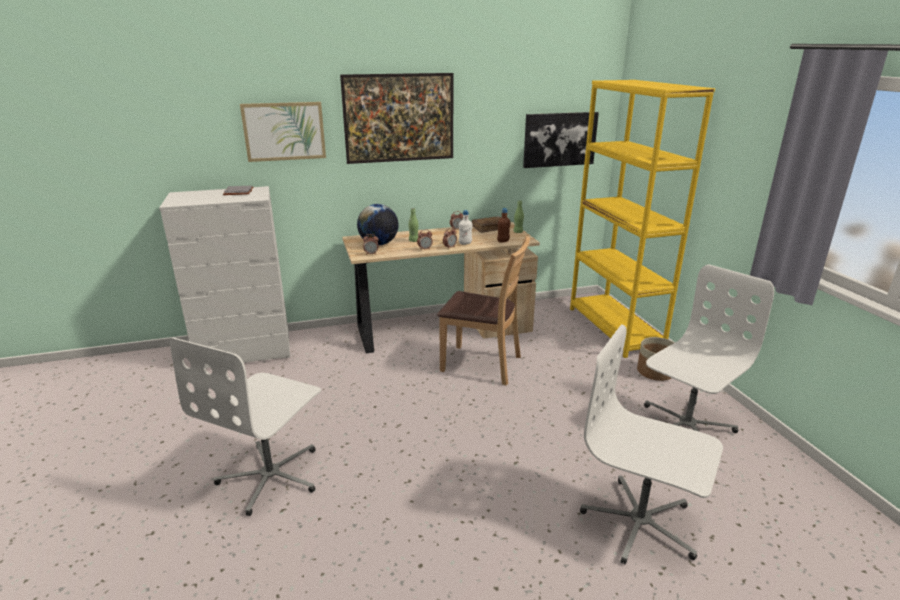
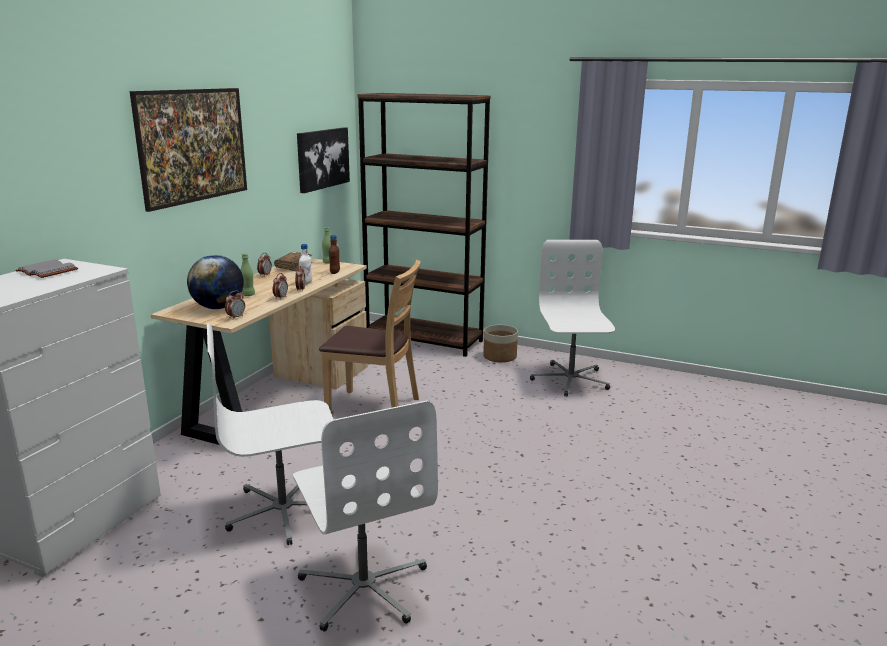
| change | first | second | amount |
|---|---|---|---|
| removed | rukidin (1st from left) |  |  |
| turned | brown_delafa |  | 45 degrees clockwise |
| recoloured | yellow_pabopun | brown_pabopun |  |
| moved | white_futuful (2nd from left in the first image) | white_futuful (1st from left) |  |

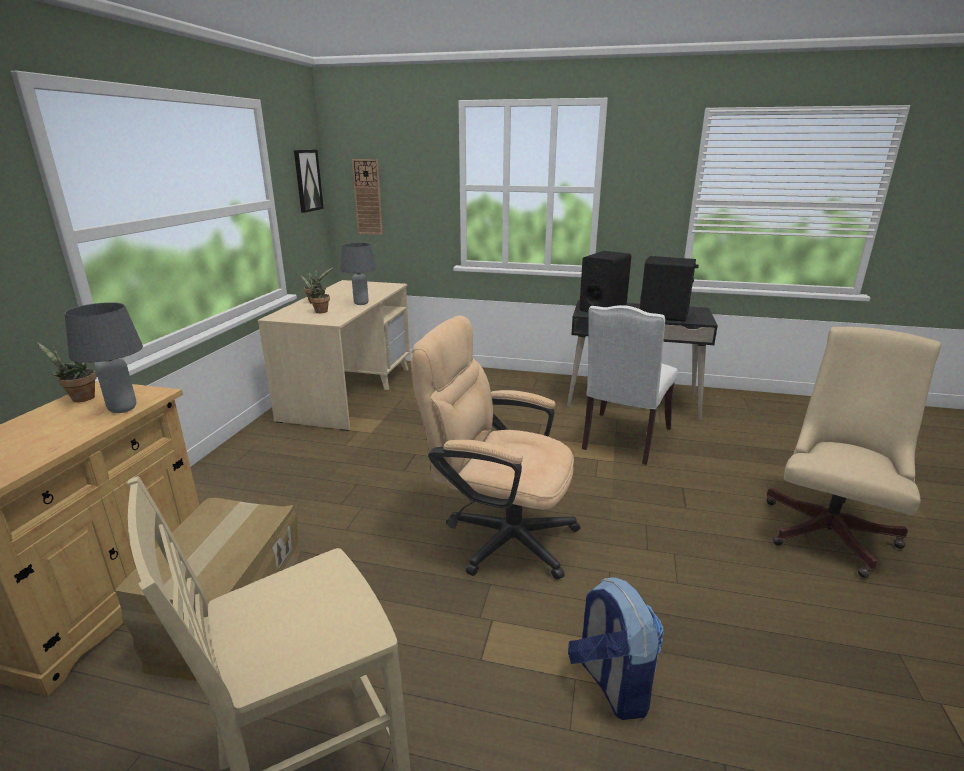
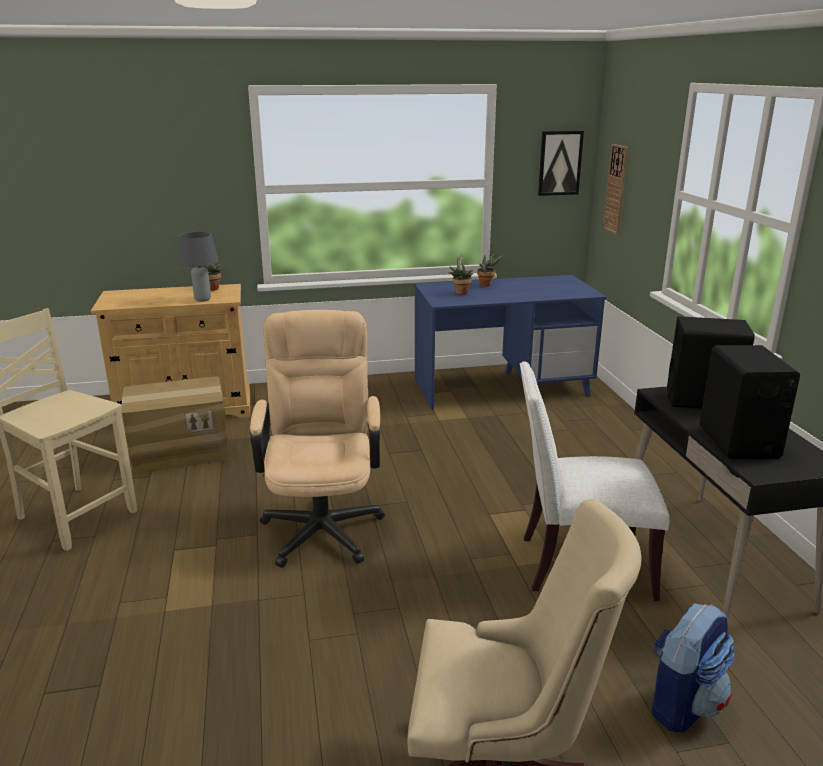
| change | first | second | amount |
|---|---|---|---|
| recoloured | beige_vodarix | blue_vodarix |  |
| removed | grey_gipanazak (2nd from left) |  |  |
| moved | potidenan |  |  |

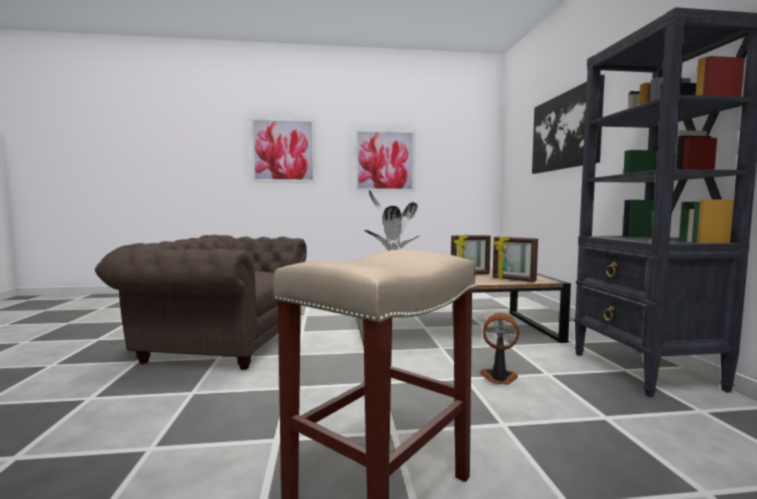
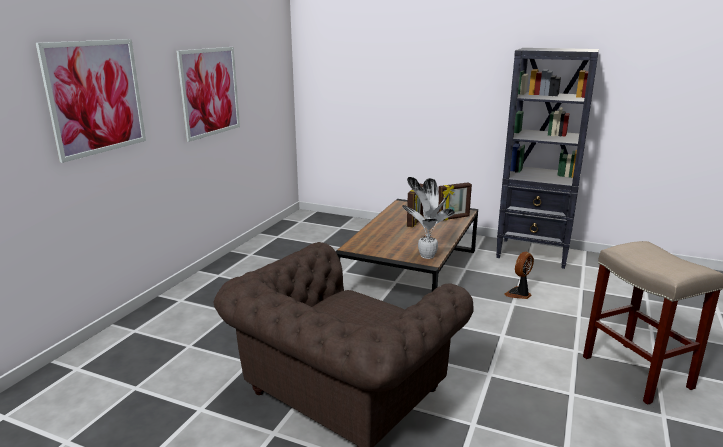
| change | first | second | amount |
|---|---|---|---|
| removed | rukidin (3rd from left) |  |  |

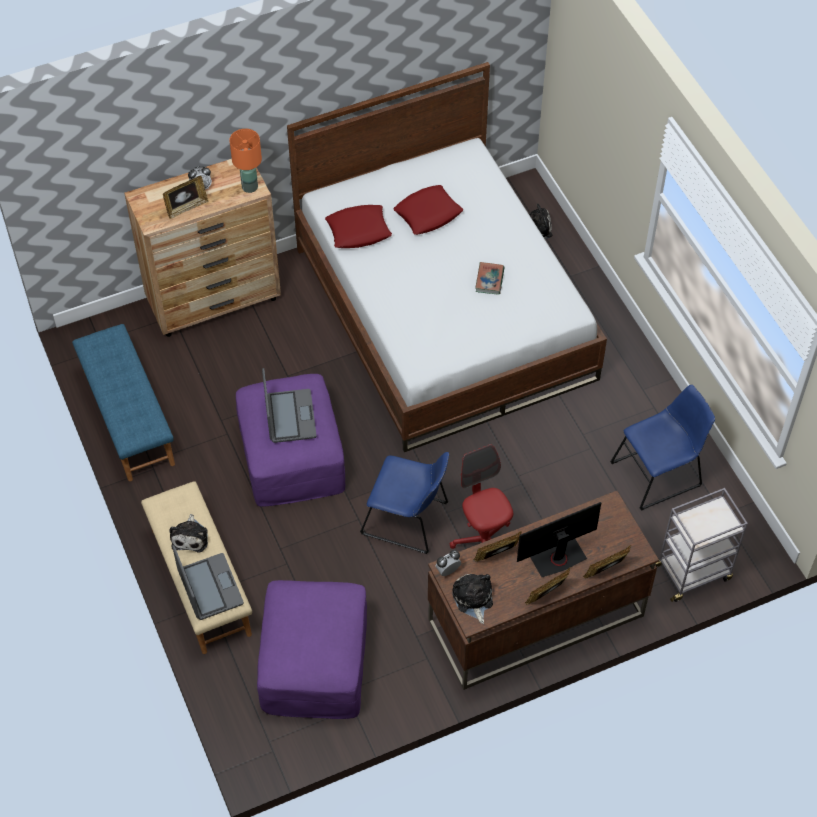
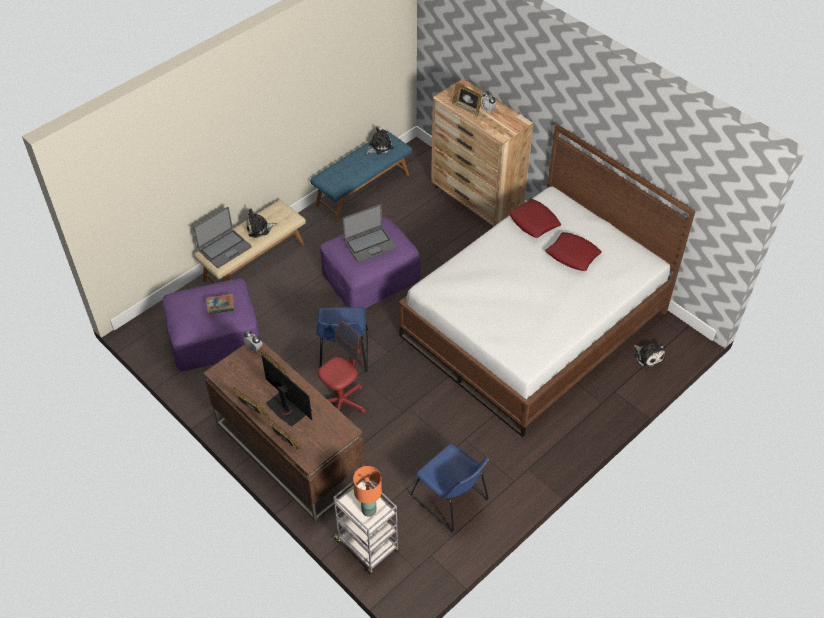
| change | first | second | amount |
|---|---|---|---|
| moved | orange_gipanazak |  |  |
| moved | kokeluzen (2nd from left) |  |  |
| moved | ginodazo |  |  |

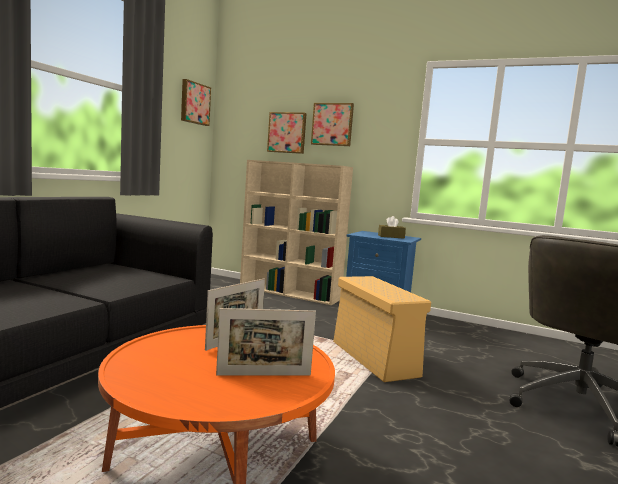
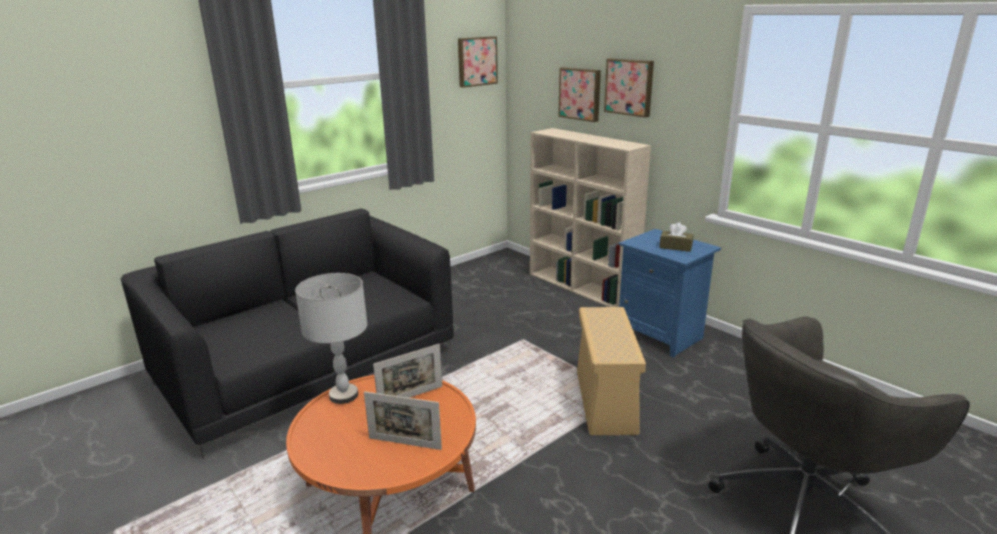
| change | first | second | amount |
|---|---|---|---|
| added |  | grey_gipanazak |  |

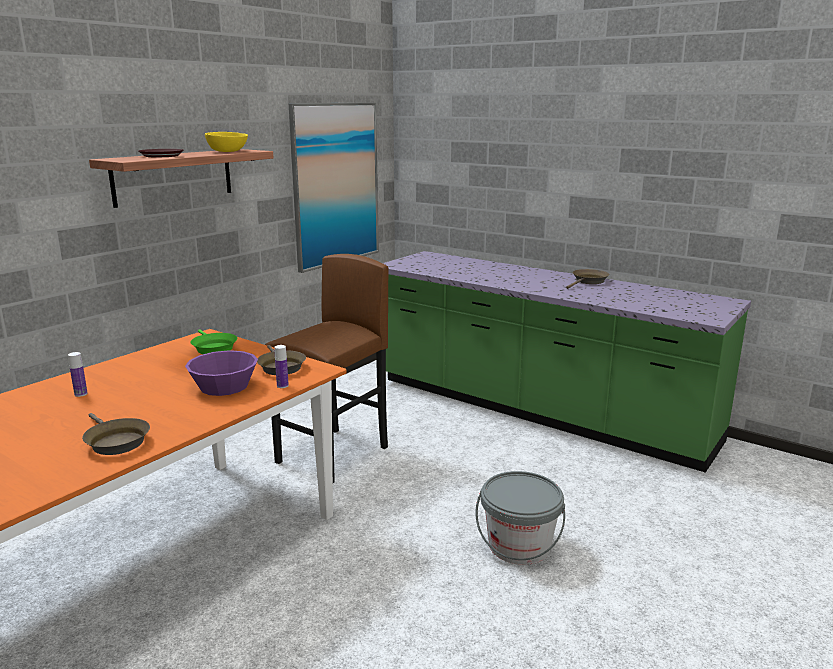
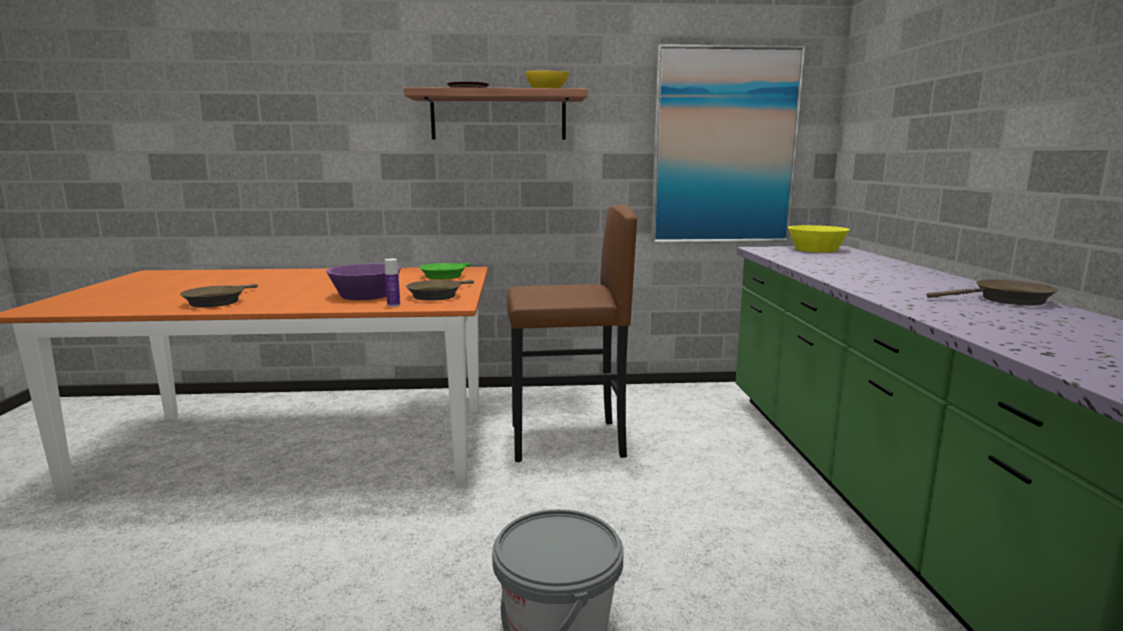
| change | first | second | amount |
|---|---|---|---|
| removed | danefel (1st from left) |  |  |
| added |  | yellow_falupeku (2nd from left) |  |

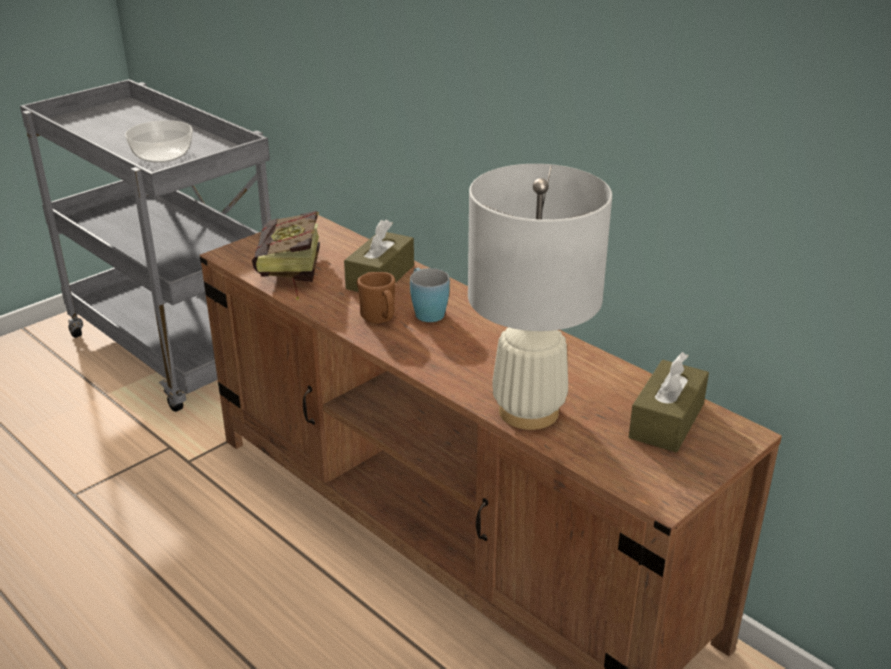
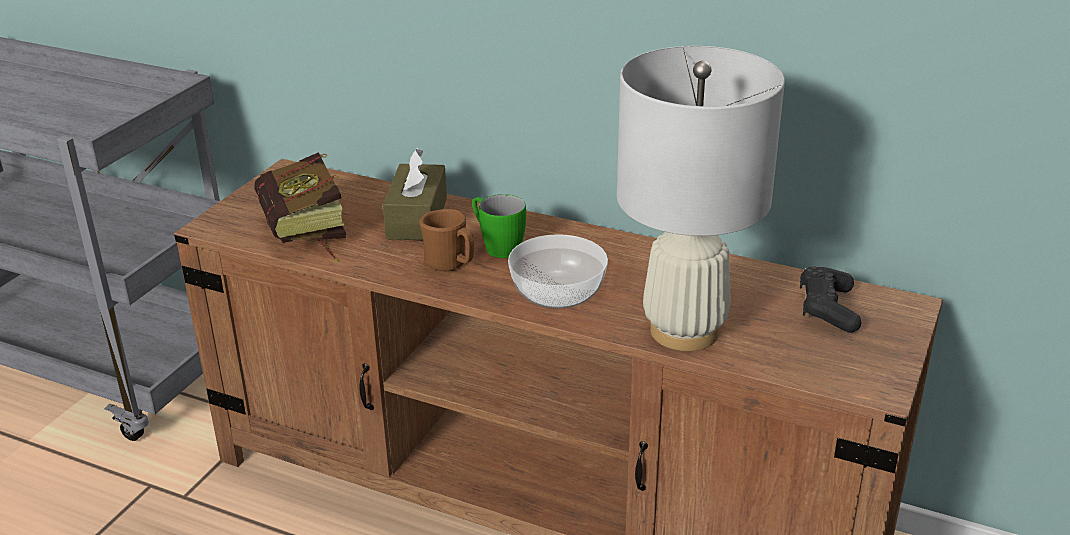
| change | first | second | amount |
|---|---|---|---|
| moved | falupeku |  |  |
| recoloured | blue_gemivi | green_gemivi |  |
| replaced | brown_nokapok (2nd from left) | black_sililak |  |

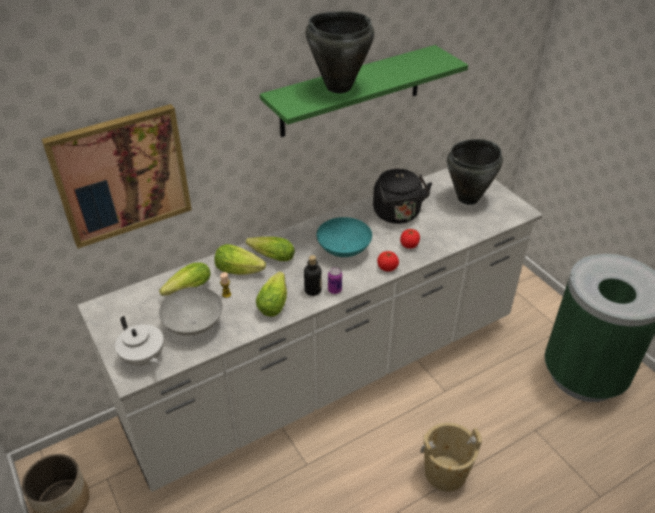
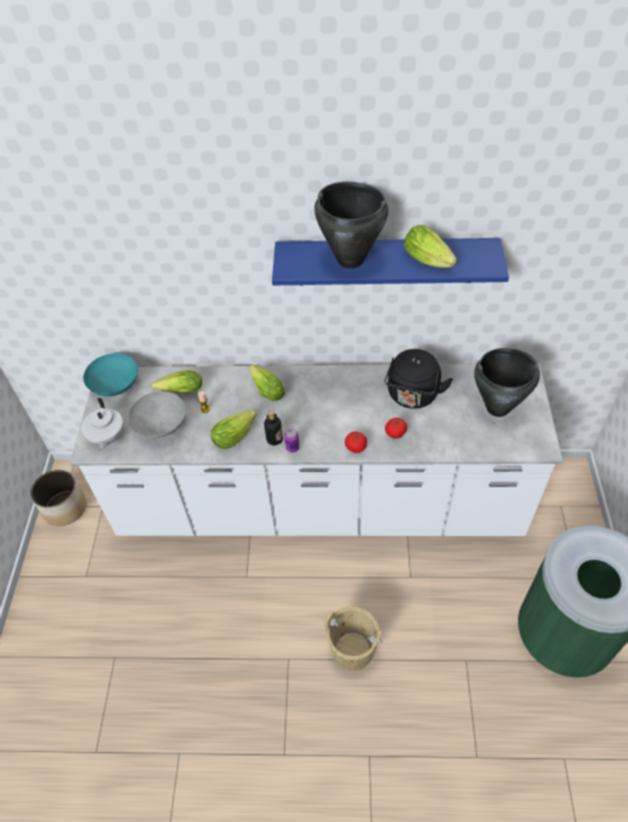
| change | first | second | amount |
|---|---|---|---|
| removed | rukidin |  |  |
| moved | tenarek (2nd from left in the first image) | tenarek (4th from left) |  |
| recoloured | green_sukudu | blue_sukudu |  |
| moved | turquoise_falupeku |  |  |

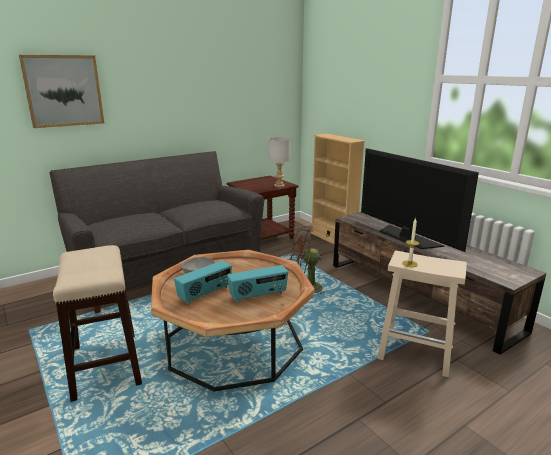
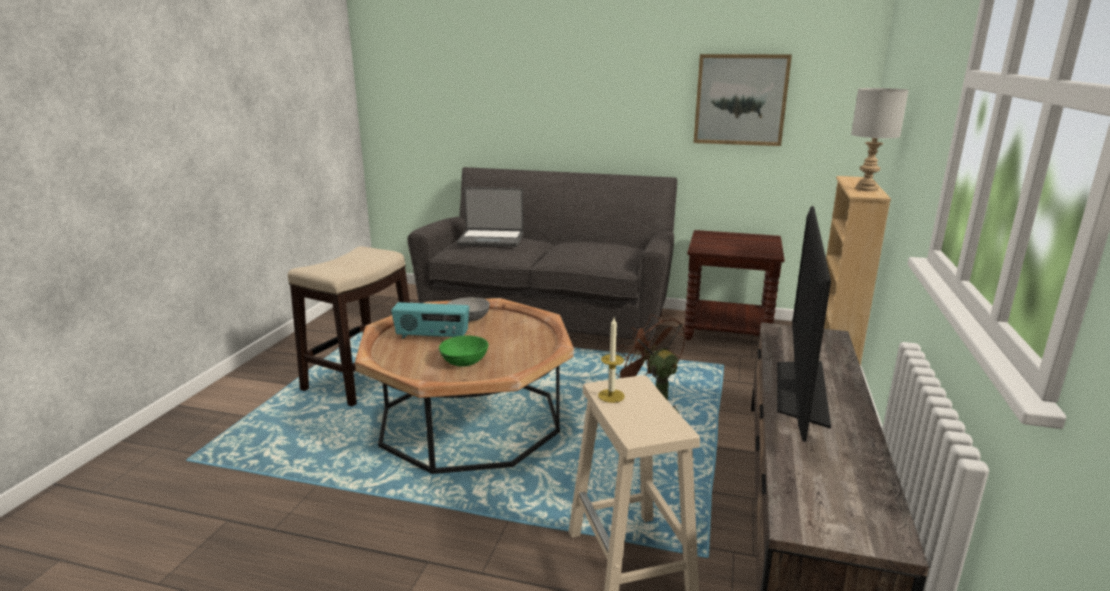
| change | first | second | amount |
|---|---|---|---|
| moved | rukidin |  |  |
| replaced | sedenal (2nd from left) | green_falupeku |  |
| moved | grey_gipanazak |  |  |
| added |  | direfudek |  |

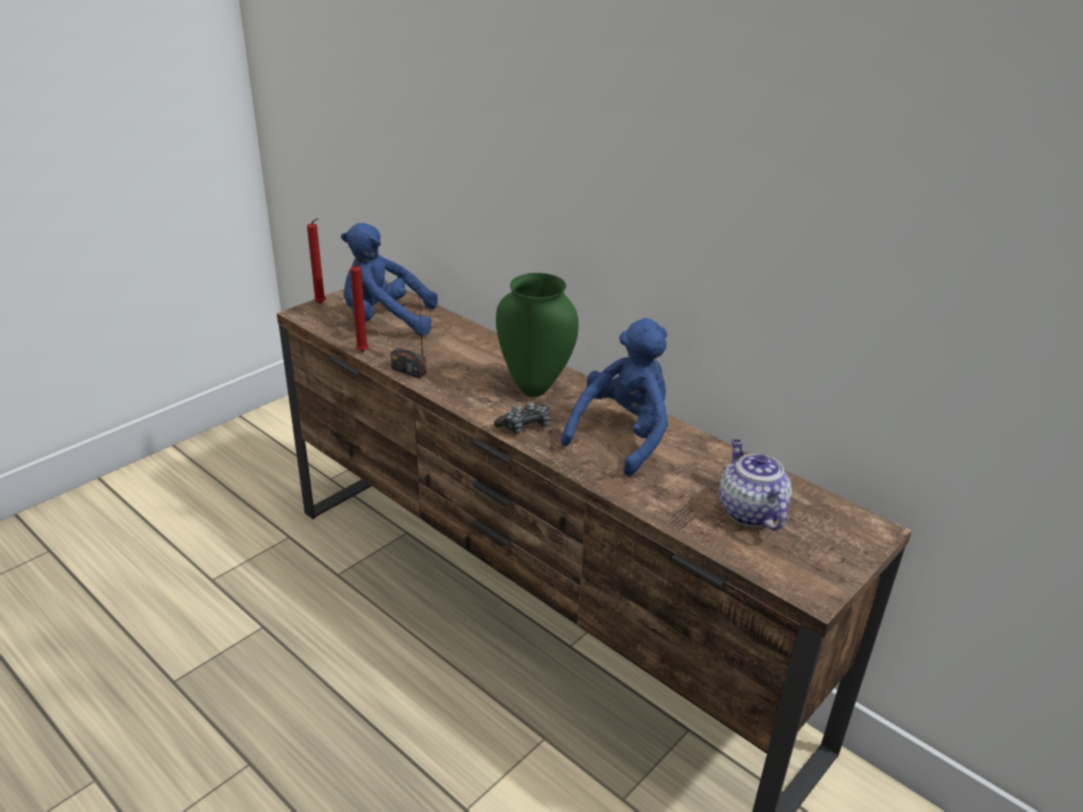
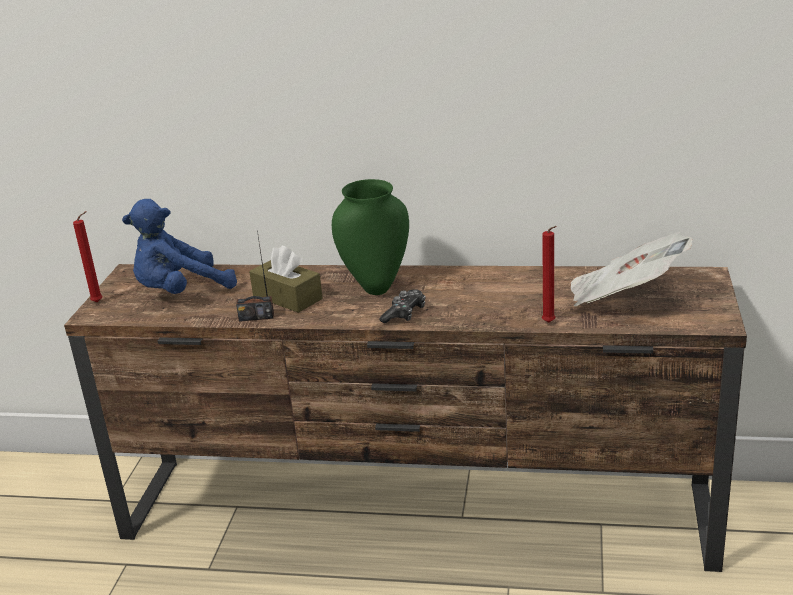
| change | first | second | amount |
|---|---|---|---|
| moved | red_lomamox (2nd from left) |  |  |
| removed | blue_kokeluzen (2nd from left) |  |  |
| replaced | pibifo | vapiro |  |
| added |  | brown_nokapok |  |

